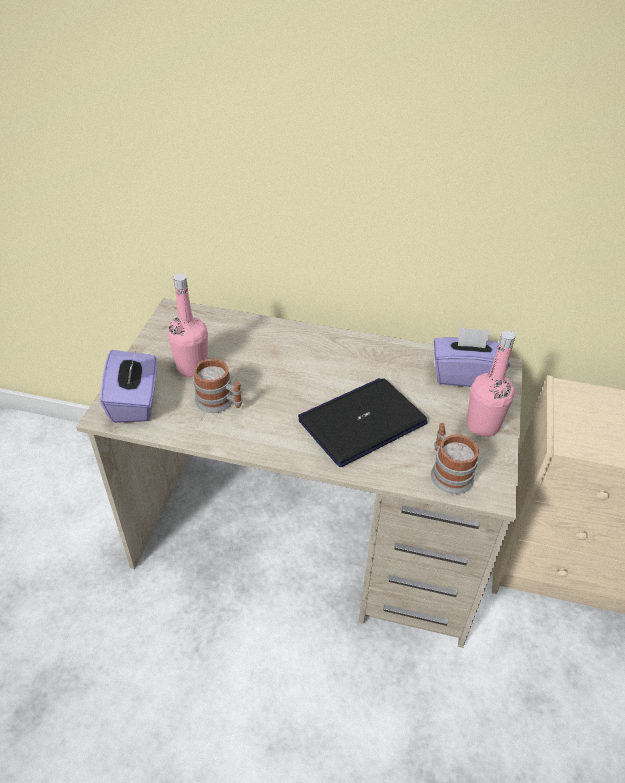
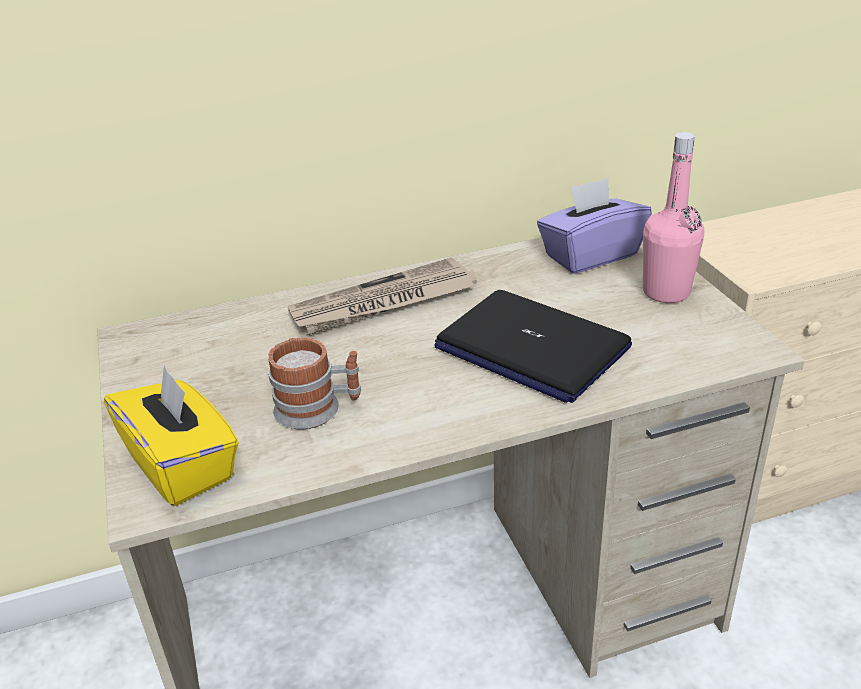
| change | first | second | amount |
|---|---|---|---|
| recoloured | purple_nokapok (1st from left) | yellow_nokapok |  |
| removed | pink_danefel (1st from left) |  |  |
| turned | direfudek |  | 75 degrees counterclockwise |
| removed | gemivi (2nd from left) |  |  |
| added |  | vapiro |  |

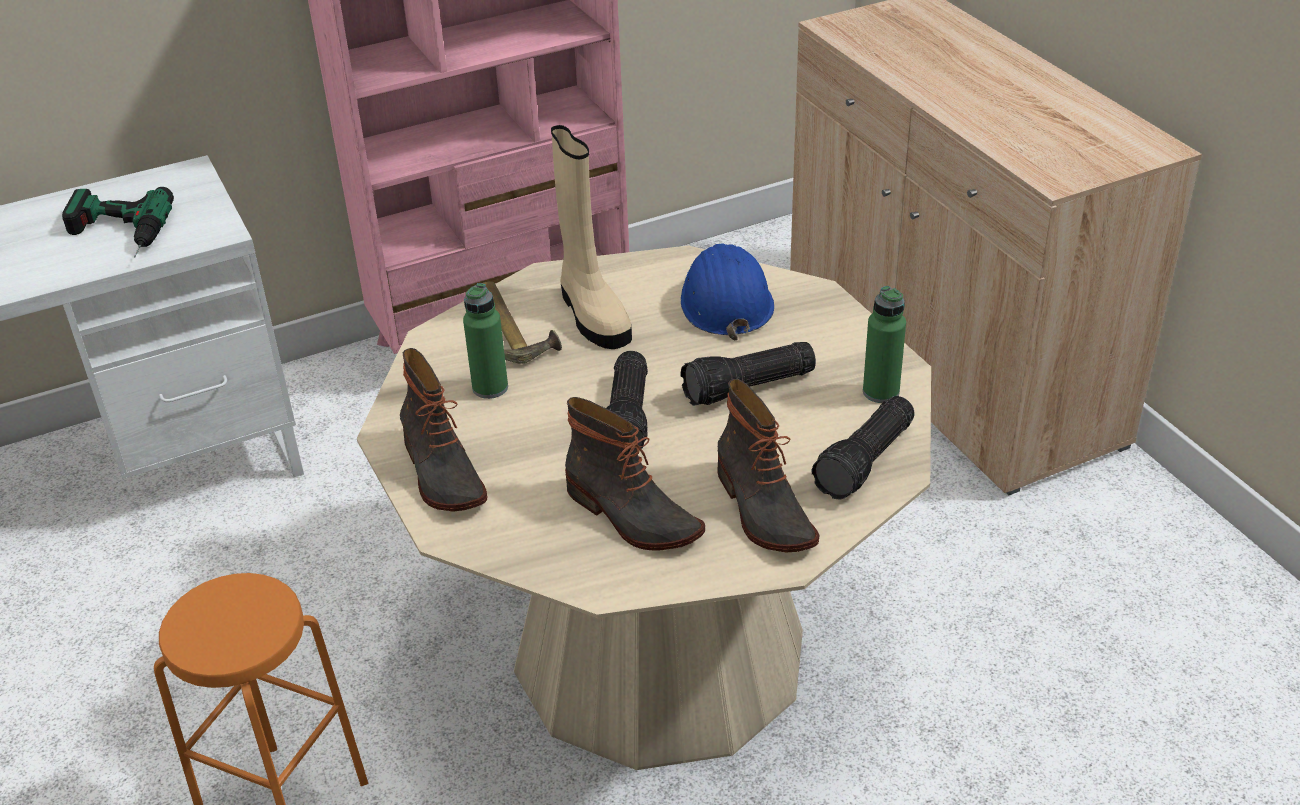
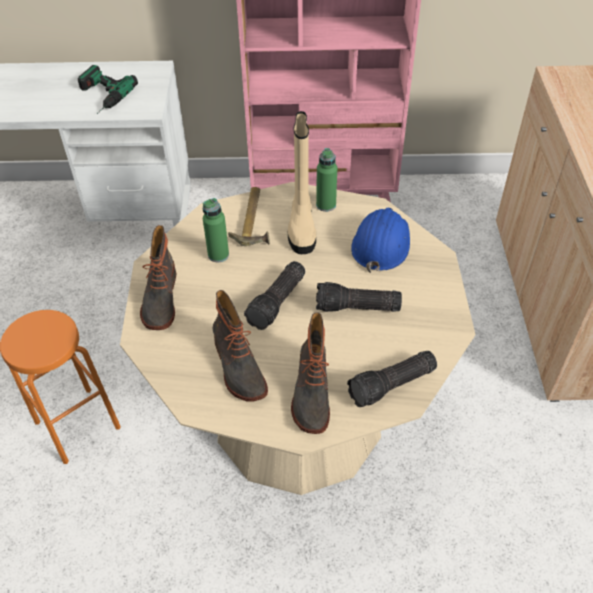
| change | first | second | amount |
|---|---|---|---|
| moved | green_danefel (2nd from left) |  |  |

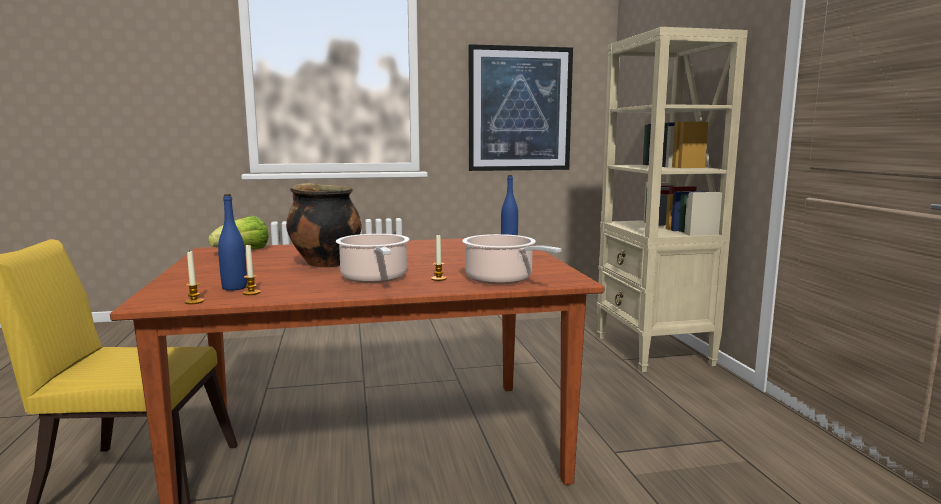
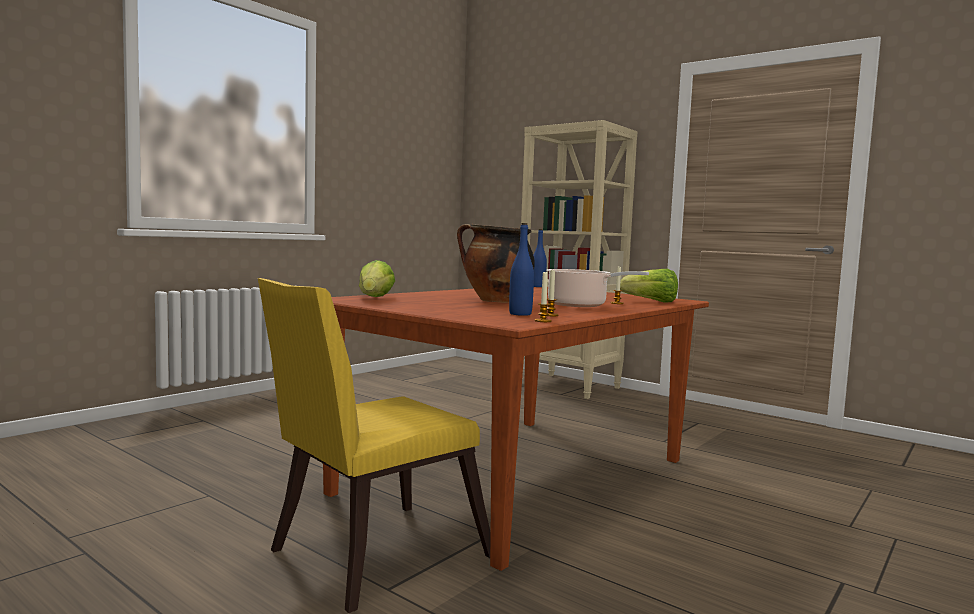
| change | first | second | amount |
|---|---|---|---|
| replaced | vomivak (3rd from left) | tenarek (2nd from left) |  |
| removed | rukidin |  |  |

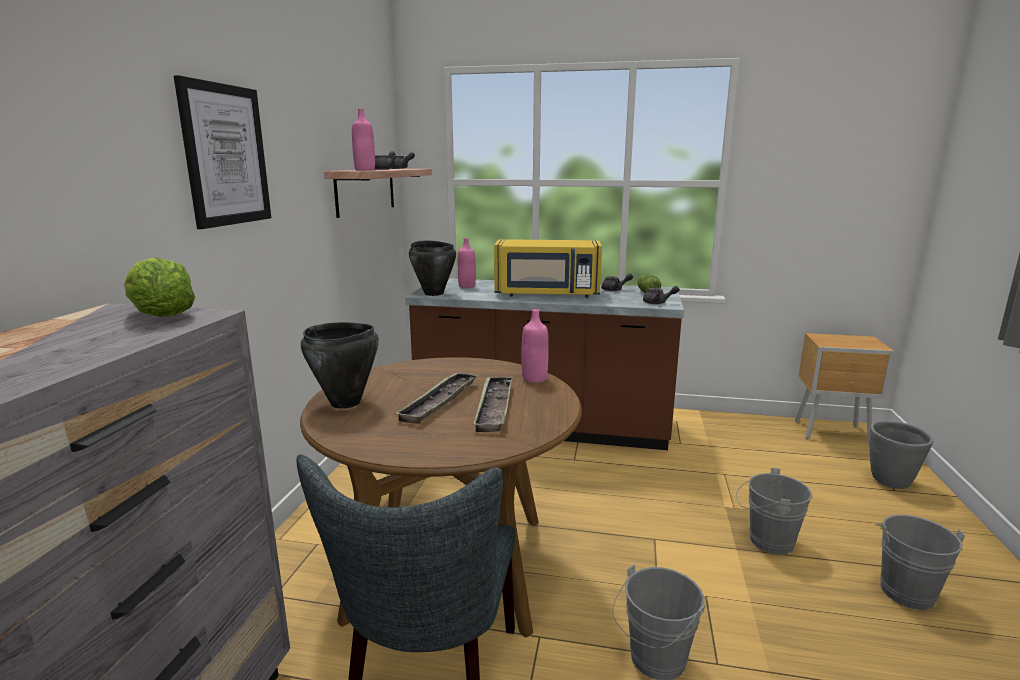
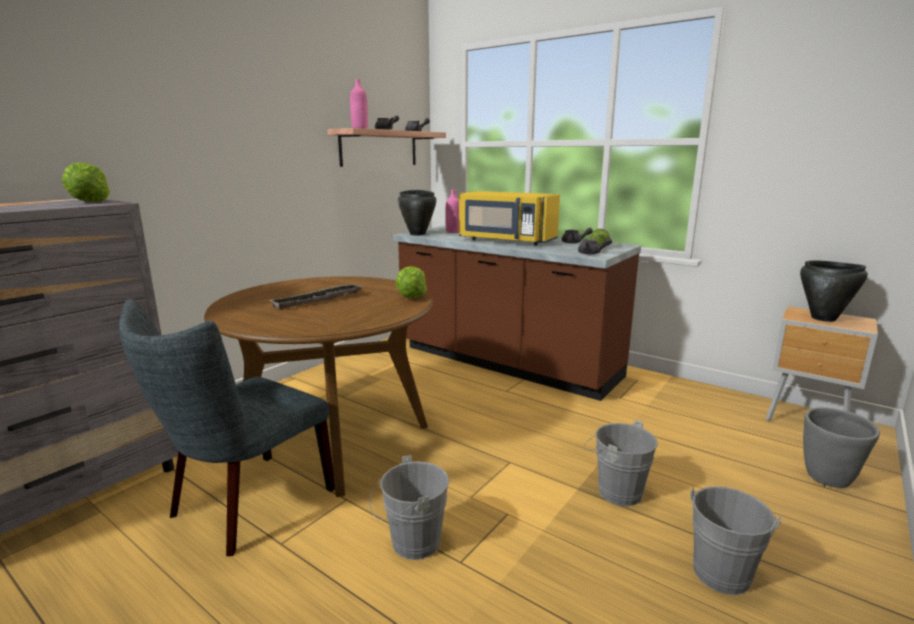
| change | first | second | amount |
|---|---|---|---|
| removed | rukidin |  |  |
| moved | black_vomivak (1st from left in the first image) | black_vomivak (2nd from left) |  |
| removed | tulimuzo (2nd from left) |  |  |
| replaced | pink_danefel (3rd from left) | tenarek (2nd from left) |  |

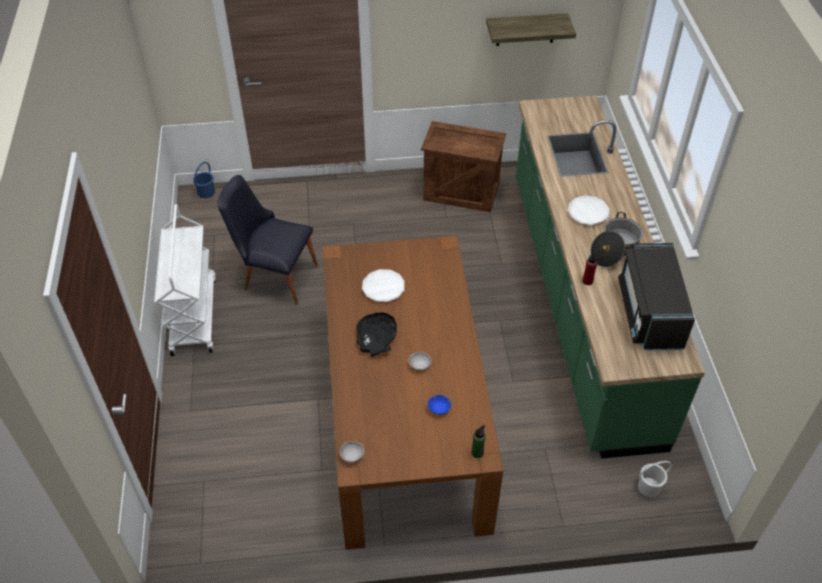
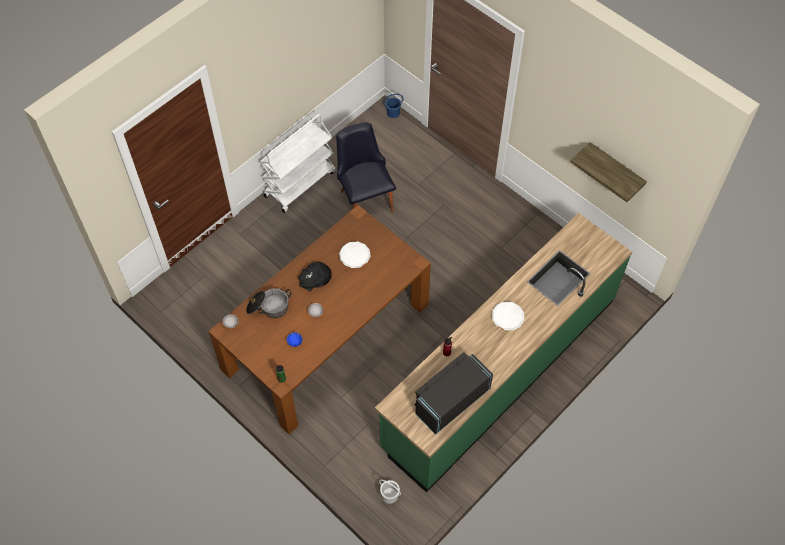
| change | first | second | amount |
|---|---|---|---|
| removed | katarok |  |  |
| moved | vomivak |  |  |

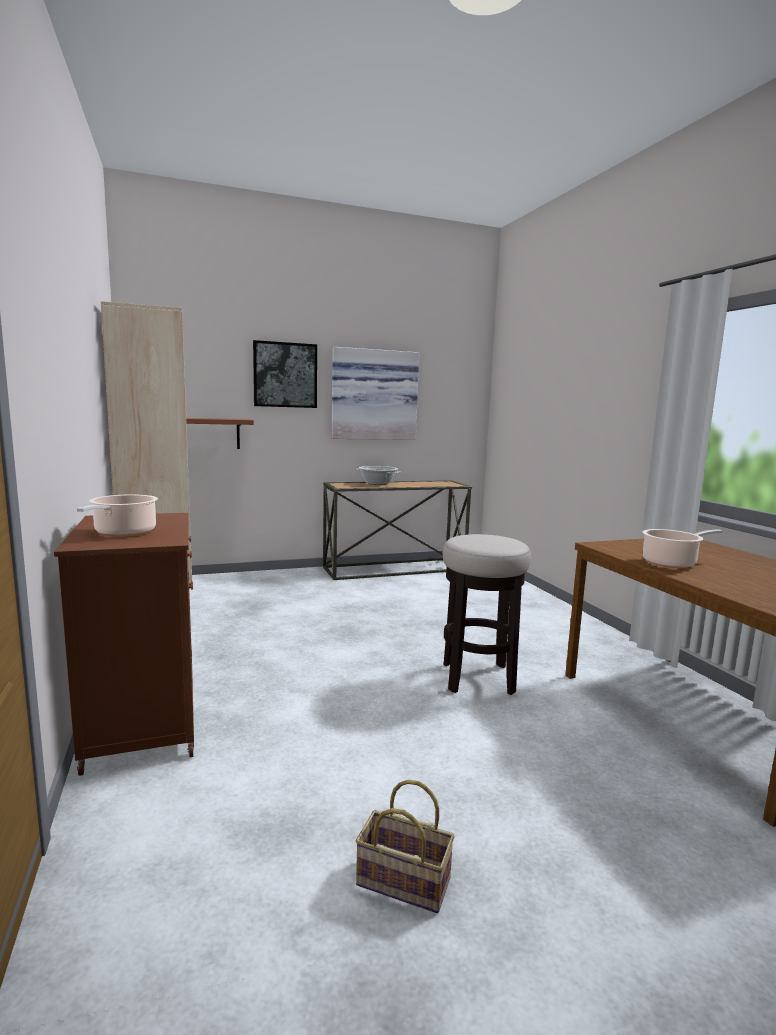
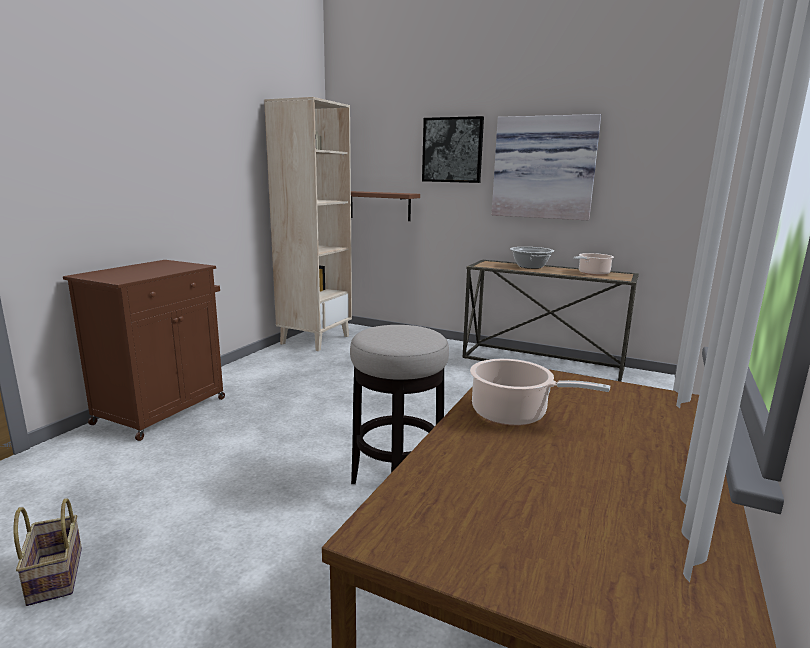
| change | first | second | amount |
|---|---|---|---|
| moved | vomivak (1st from left in the first image) | vomivak (3rd from left) |  |

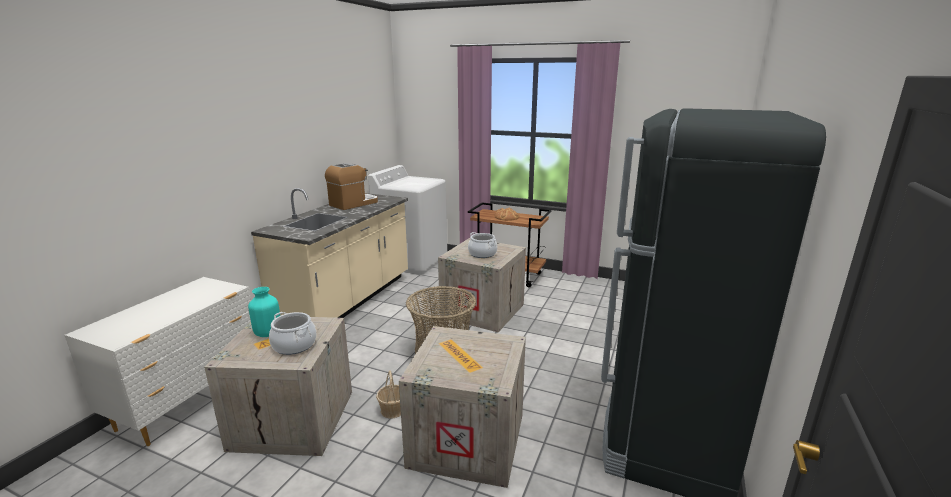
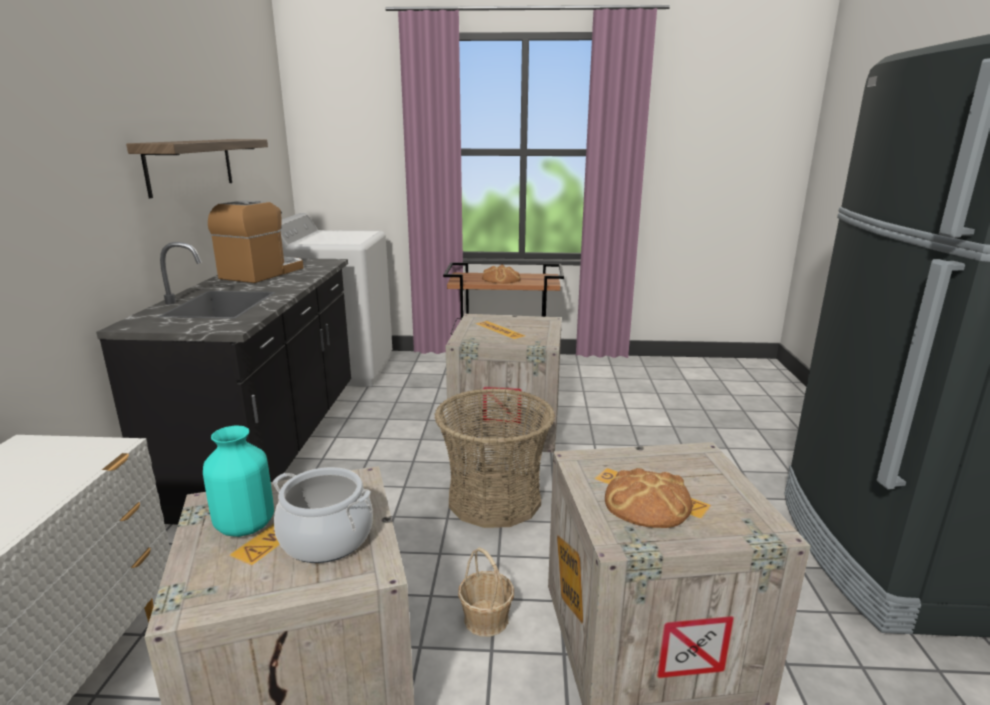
| change | first | second | amount |
|---|---|---|---|
| recoloured | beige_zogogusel | black_zogogusel |  |
| removed | vomivak (2nd from left) |  |  |
| added |  | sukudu |  |
| added |  | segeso (2nd from left) |  |

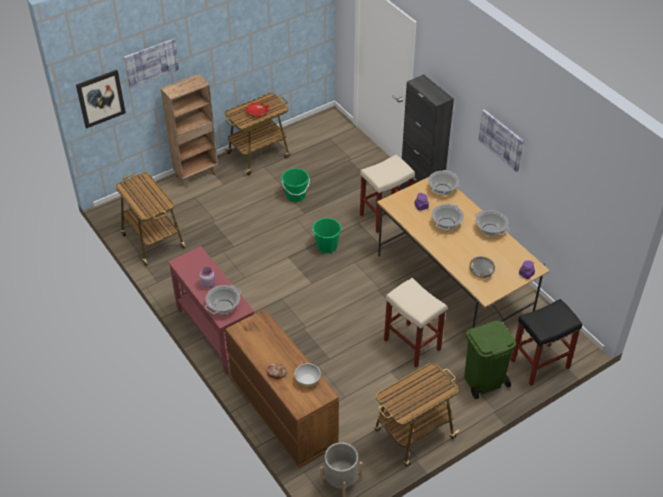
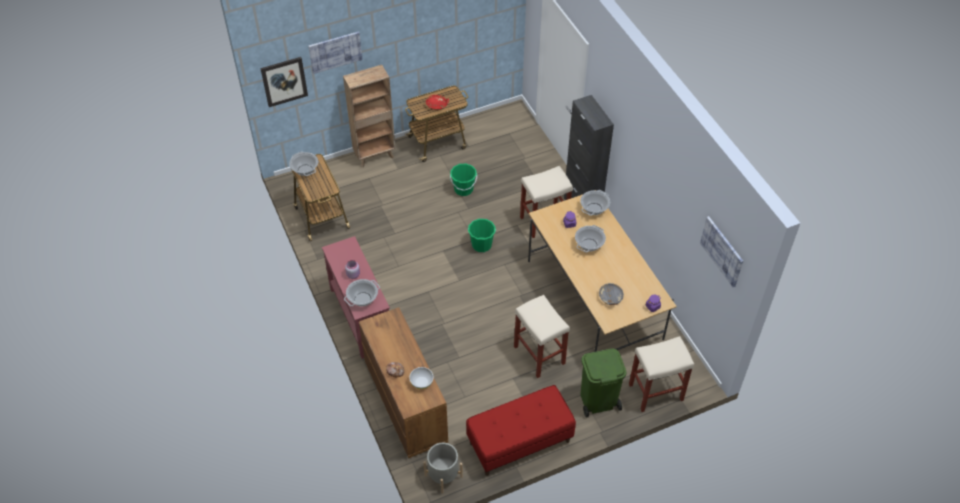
| change | first | second | amount |
|---|---|---|---|
| replaced | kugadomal (3rd from left) | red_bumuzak |  |
| moved | vomivak (4th from left in the first image) | vomivak (1st from left) |  |
| moved | rukidin (3rd from left) |  |  |
| recoloured | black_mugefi | beige_mugefi (3rd from left) |  |

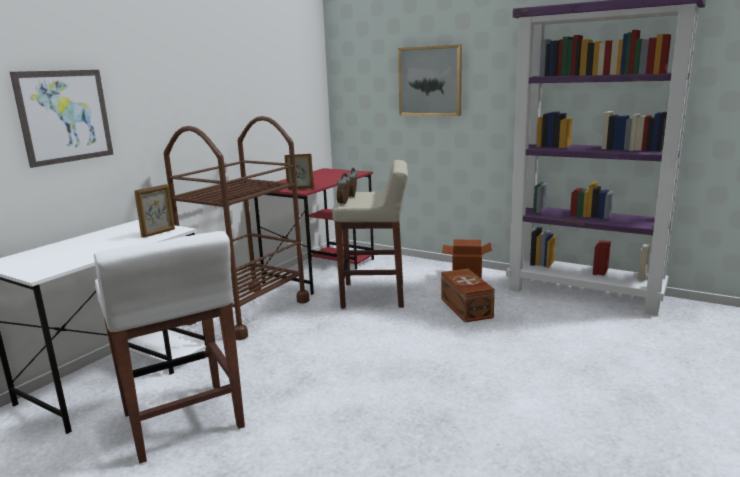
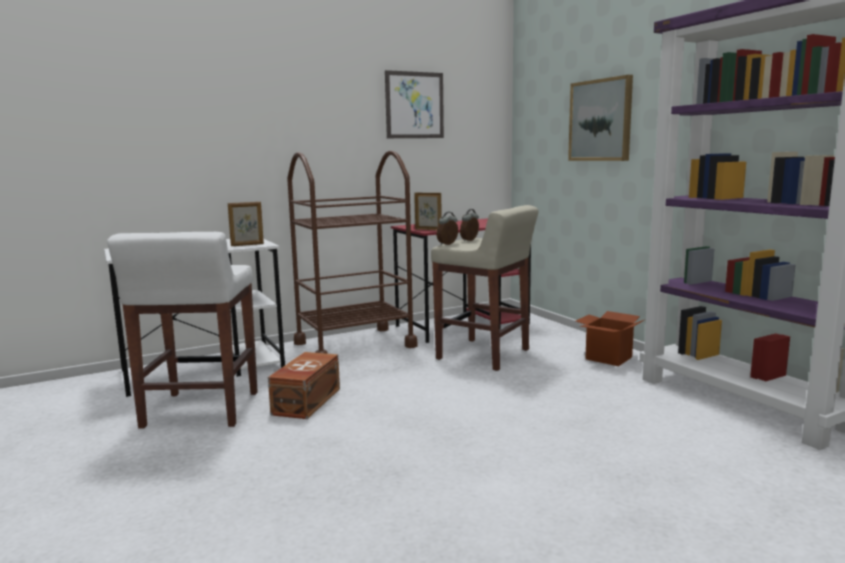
| change | first | second | amount |
|---|---|---|---|
| moved | rukidin (1st from left) |  |  |
| moved | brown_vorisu |  |  |

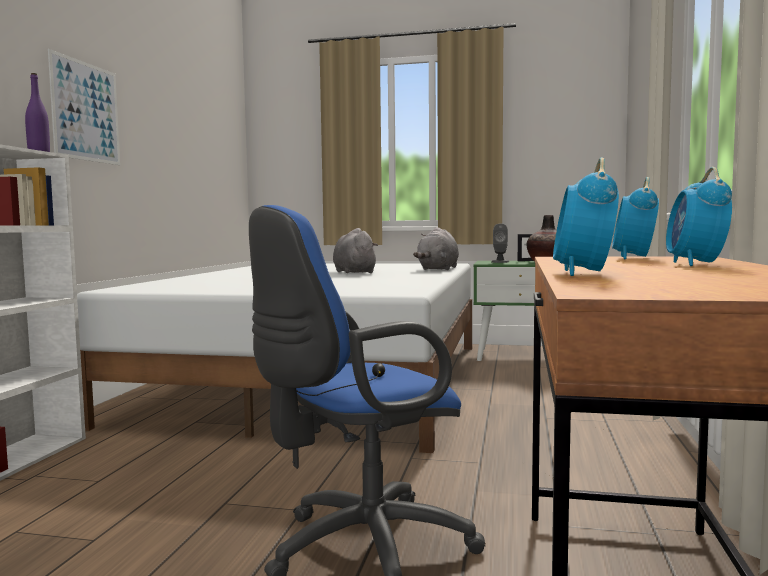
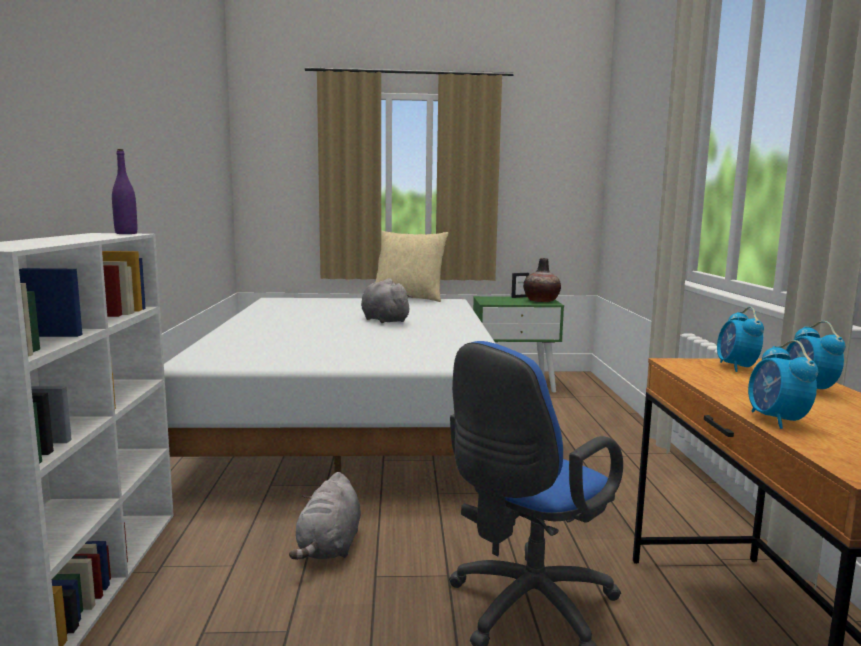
| change | first | second | amount |
|---|---|---|---|
| removed | rukidin |  |  |
| moved | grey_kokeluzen (2nd from left in the first image) | grey_kokeluzen (1st from left) |  |
| removed | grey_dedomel |  |  |
| added |  | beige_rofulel |  |

